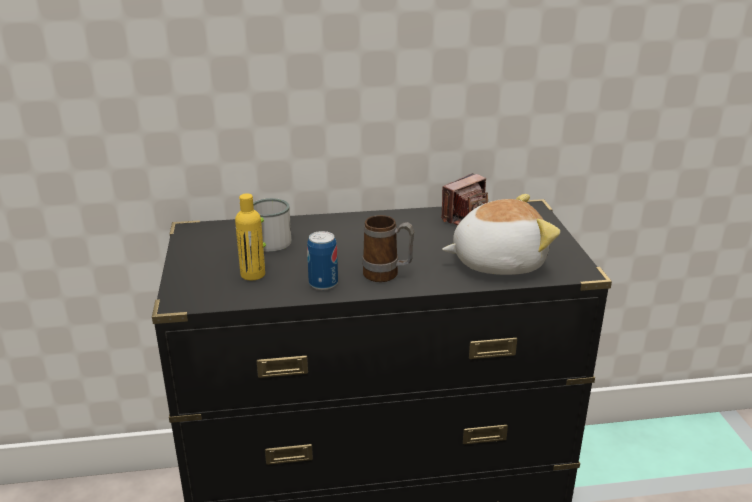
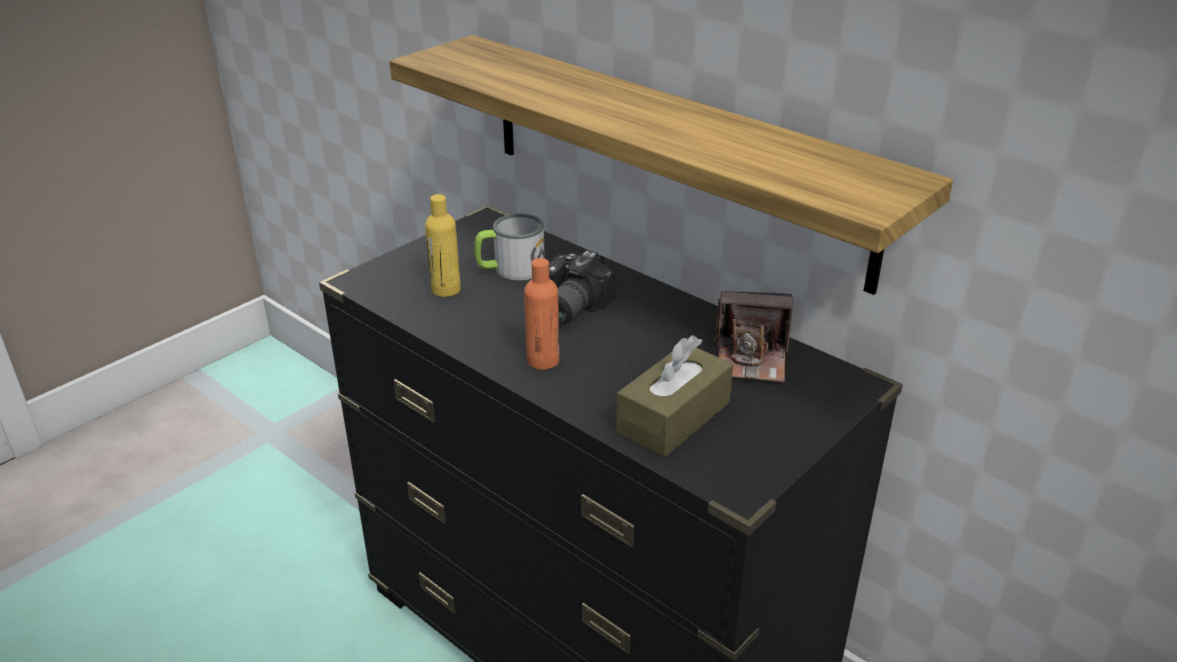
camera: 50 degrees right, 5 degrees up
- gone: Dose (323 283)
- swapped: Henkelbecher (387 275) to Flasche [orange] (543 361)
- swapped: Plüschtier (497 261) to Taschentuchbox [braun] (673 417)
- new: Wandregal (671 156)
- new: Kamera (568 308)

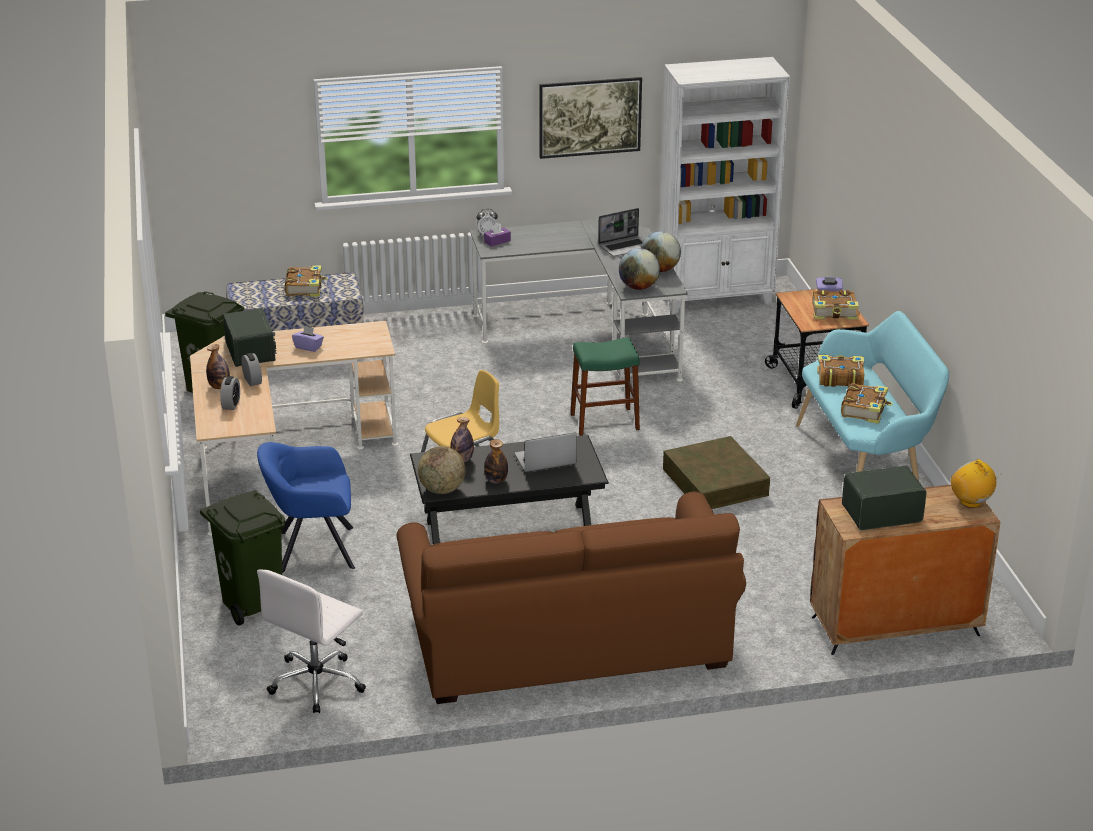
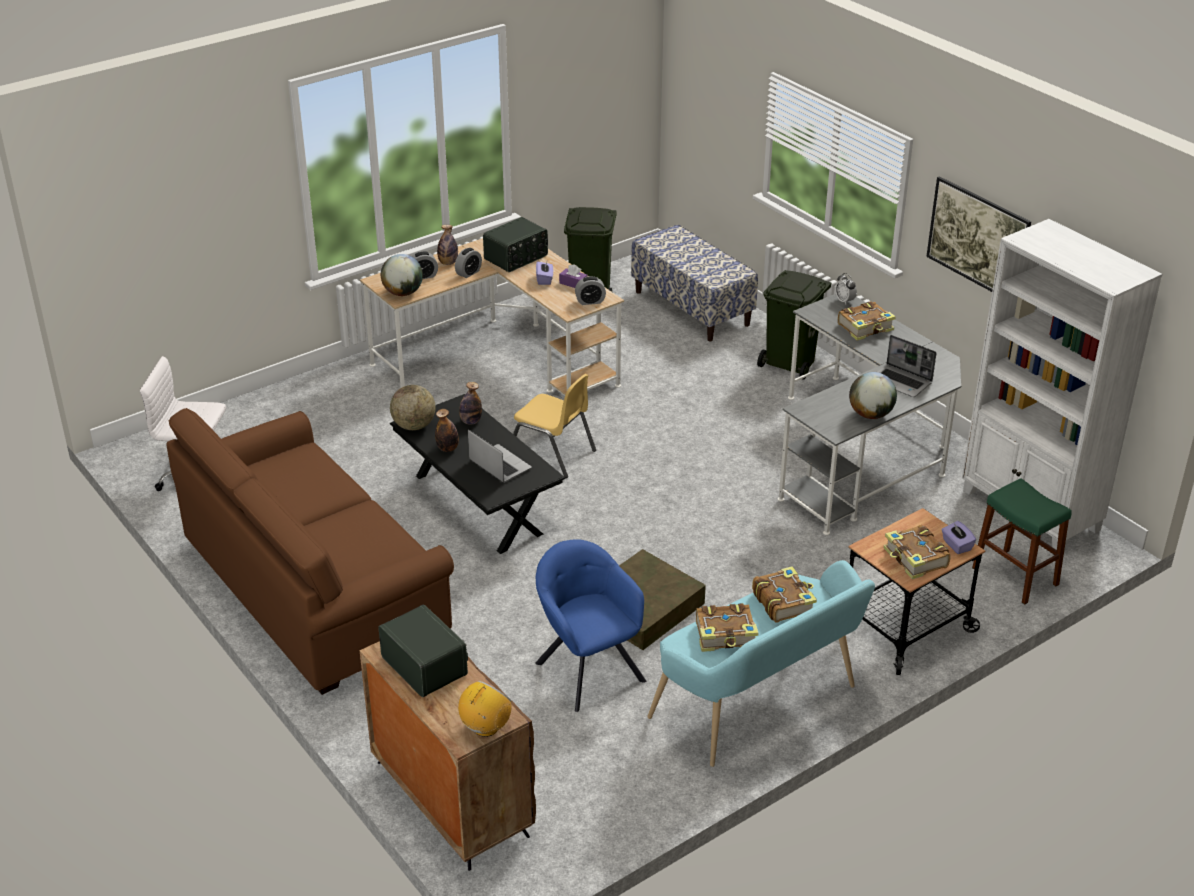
camera: 65 degrees right, 5 degrees up
- shifted: Mülleimer [grün] (253 602) to (791 363)
- shifted: Sessel [blau] (312 550) to (587 669)
- shifted: Buch (305 288) to (866 328)
- shifted: Taschentuchbox [lila] (497 241) to (573 283)
- shifted: Hocker [grün] (604 422) to (1015 576)
- shifted: Globus (638 287) to (403 293)
- new: Wecker (590 301)

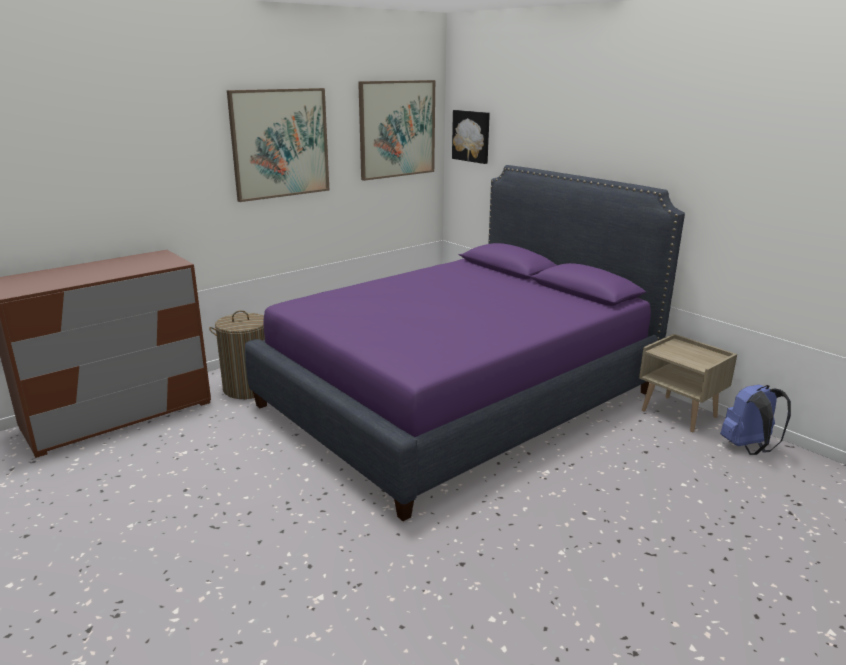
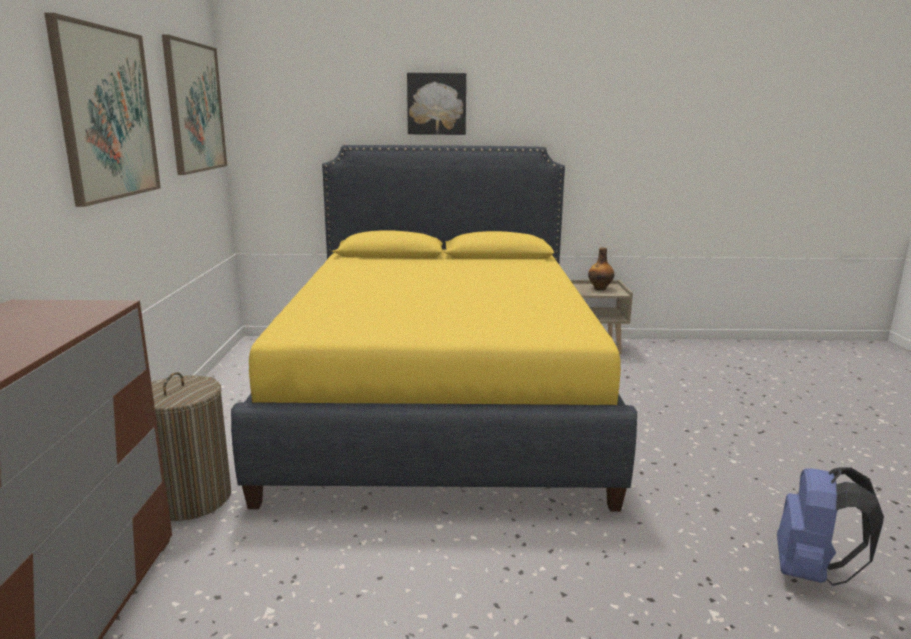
camera: 50 degrees left, 5 degrees down
- repainted: Bett [lila] (459 399) to Bett [gelb] (440 400)
- shifted: Bild (472 136) to (436 104)
- shifted: Rucksack [blau] (749 448) to (811 572)
- new: Flasche (600 288)

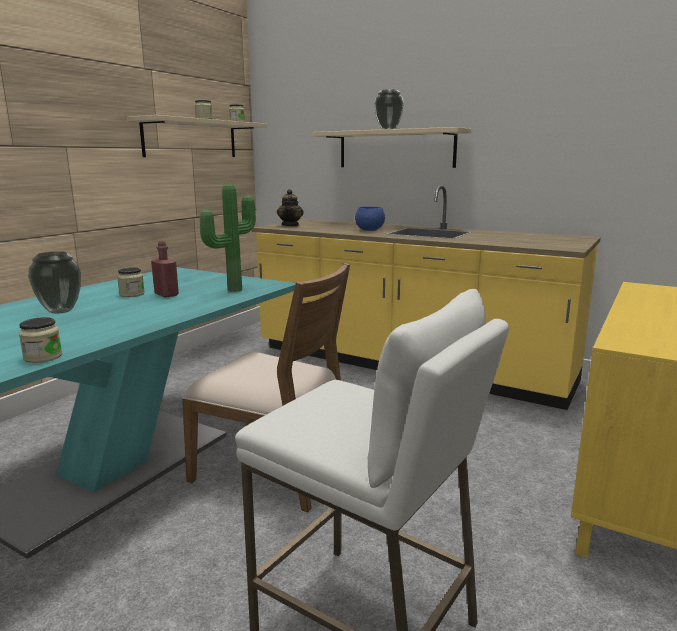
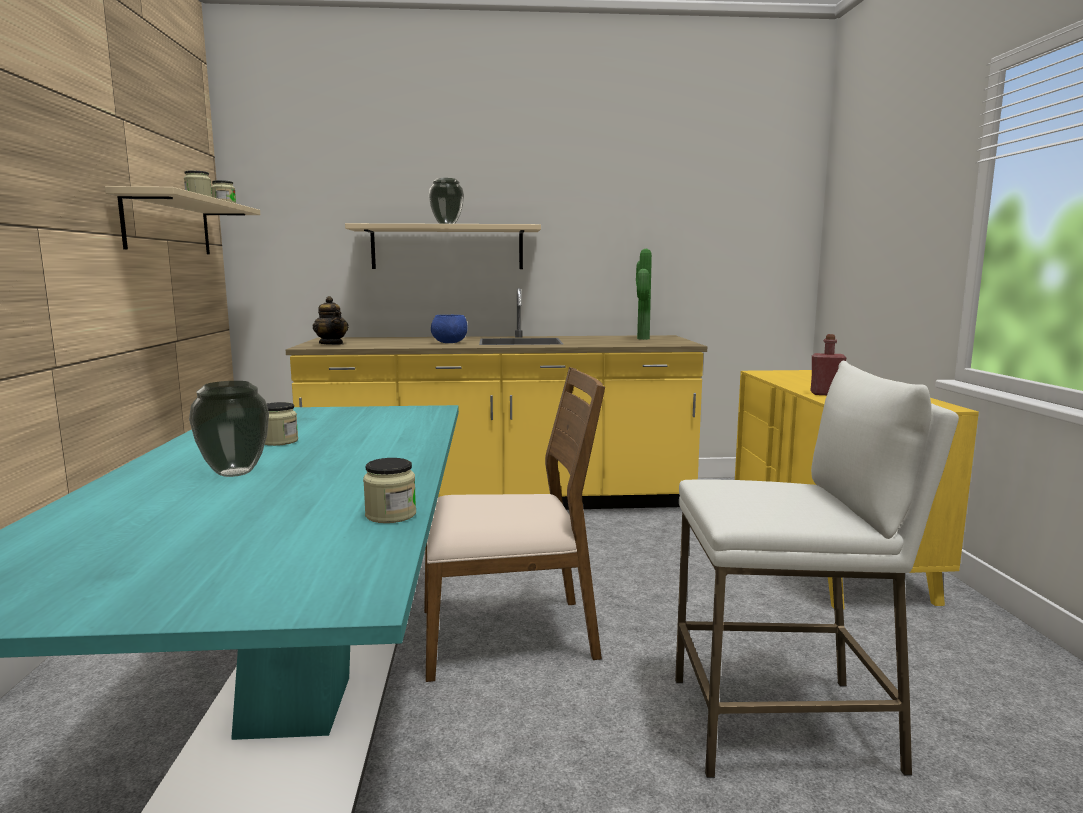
camera: 35 degrees left, 5 degrees down
- shifted: Flasche [rot] (166 294) to (825 394)
- shifted: Topfpflanze (232 289) to (640 339)

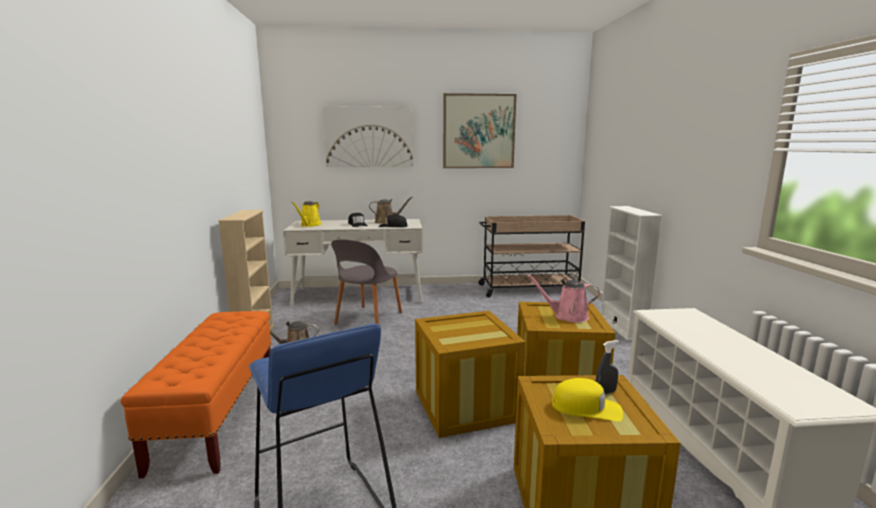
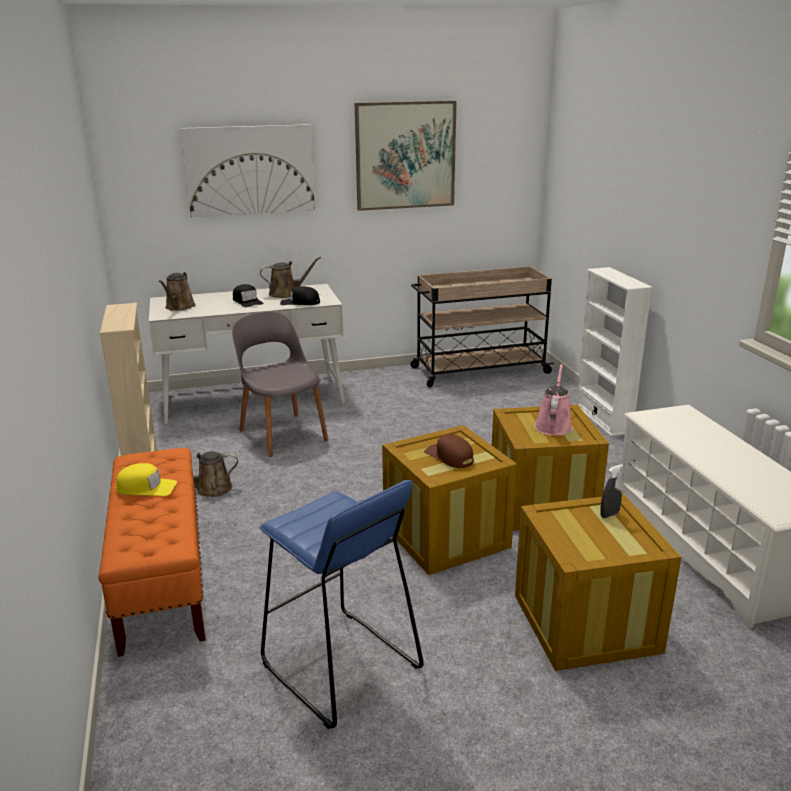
camera: 10 degrees left, 10 degrees up
- repainted: Gießkanne [gelb] (309 225) to Gießkanne [braun] (179 307)
- rotated: Stuhl [grau] (368 319) = (282 433) 135 degrees clockwise
- rotated: Gießkanne [rosa] (567 316) = (553 425) 105 degrees clockwise
- shifted: Kappe [gelb] (586 408) to (146 488)
- new: Kappe [braun] (449 457)

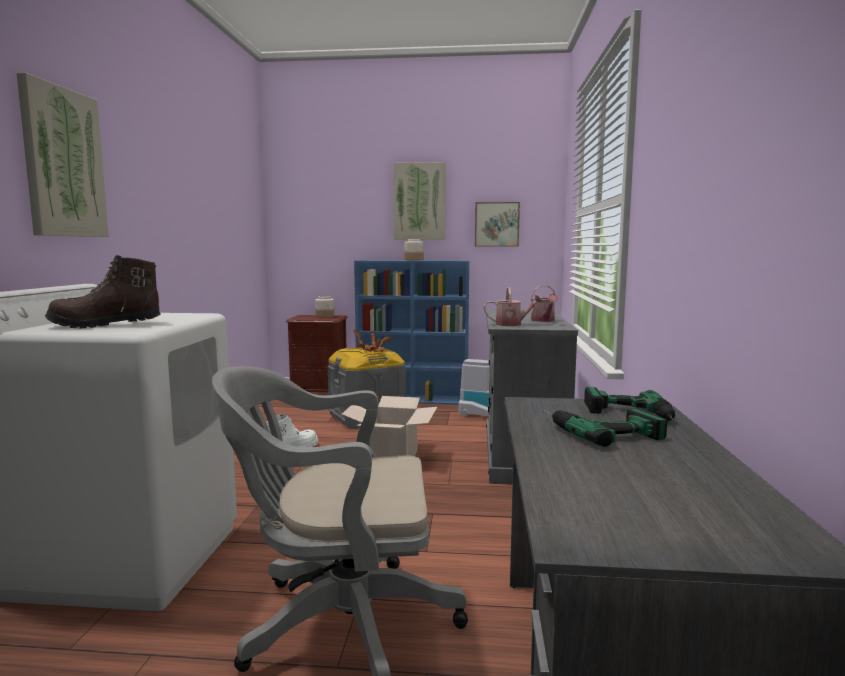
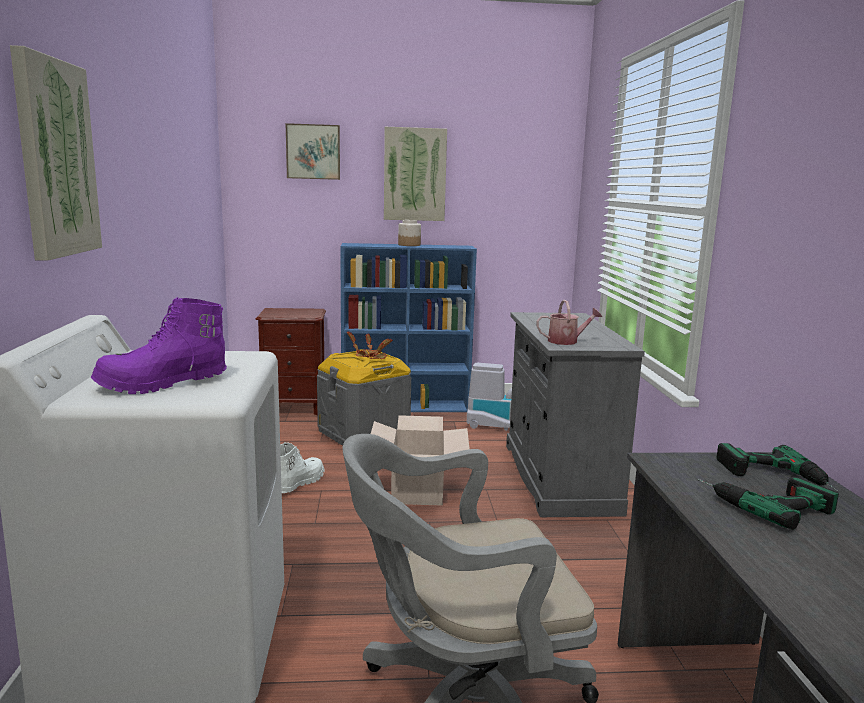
camera: 10 degrees left, 5 degrees up
- repainted: Stiefel [braun] (105 325) to Stiefel [lila] (163 384)
- gone: Vorratsglas (325 316)
- shifted: Bild (496 224) to (313 152)
- gone: Gießkanne (544 320)

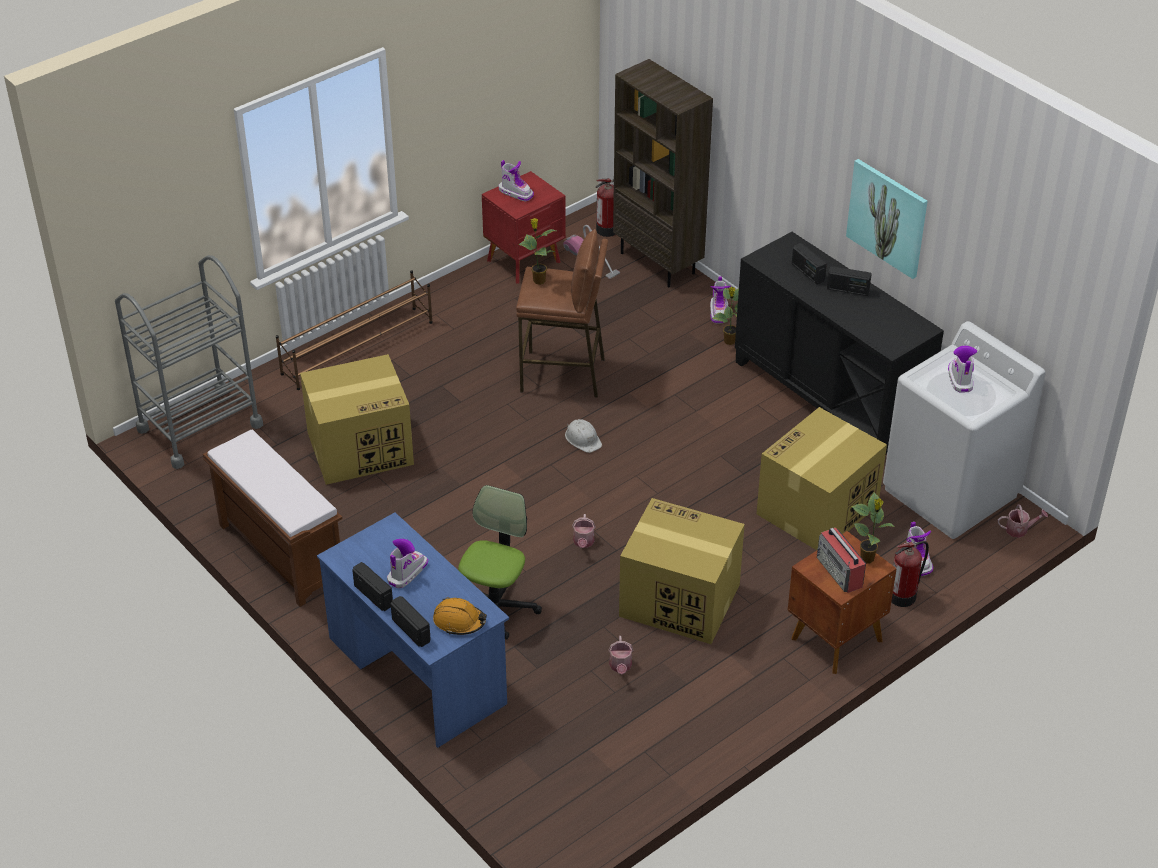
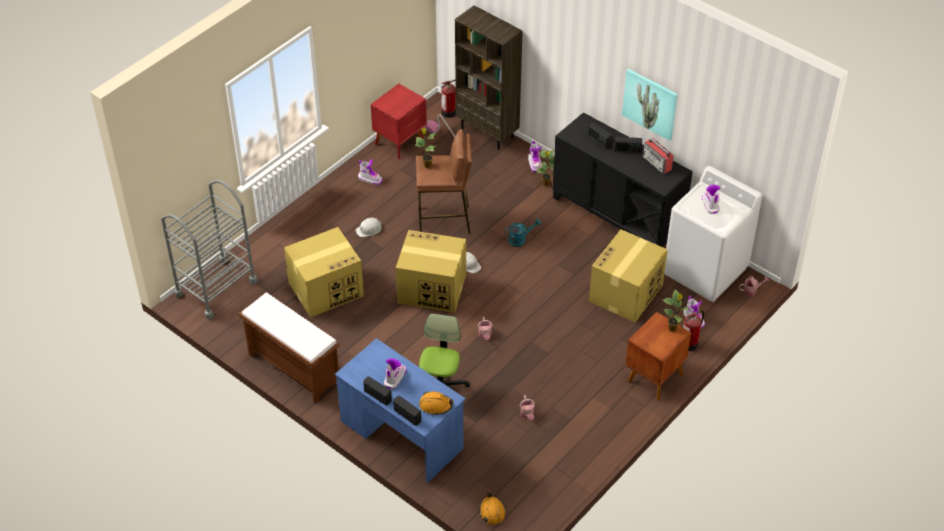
camera: 10 degrees left, 5 degrees up
- gone: Schuhregal [braun] (358 348)
- shifted: Stiefel (516 193) to (370 179)
- shifted: Karton (678 600) to (431 288)
- shifted: Radio (840 572) to (657 163)
- new: Schutzhelm [weiß] (369 229)
- new: Schutzhelm [orange] (492 512)
- new: Gießkanne [türkis] (520 239)

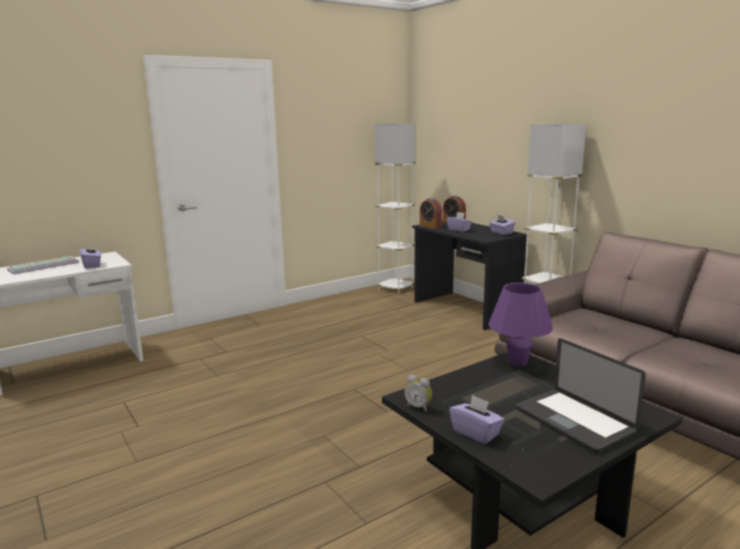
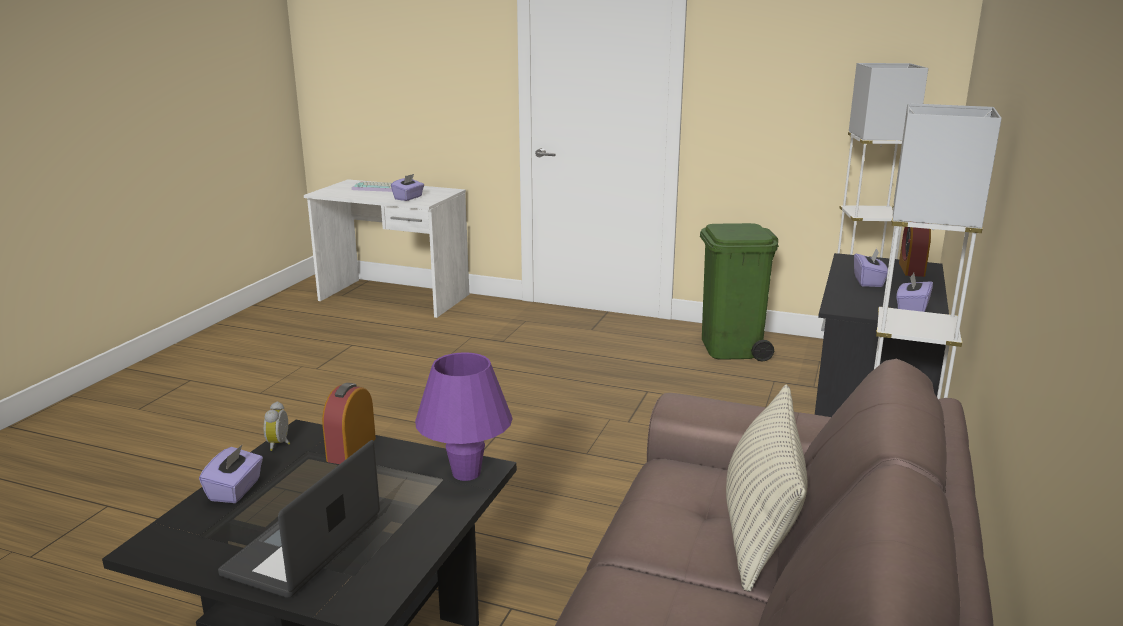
camera: 55 degrees right, 5 degrees up
- shifted: Wecker (430 226) to (351 449)
- new: Mülleimer [grün] (731 348)
- new: Kissen (760 527)

